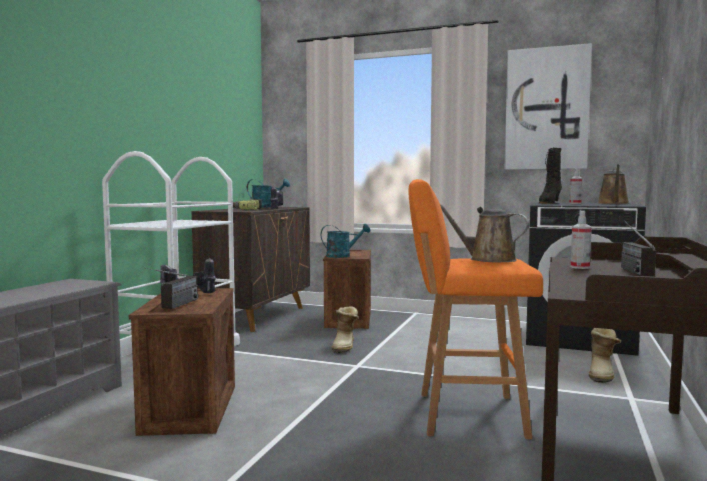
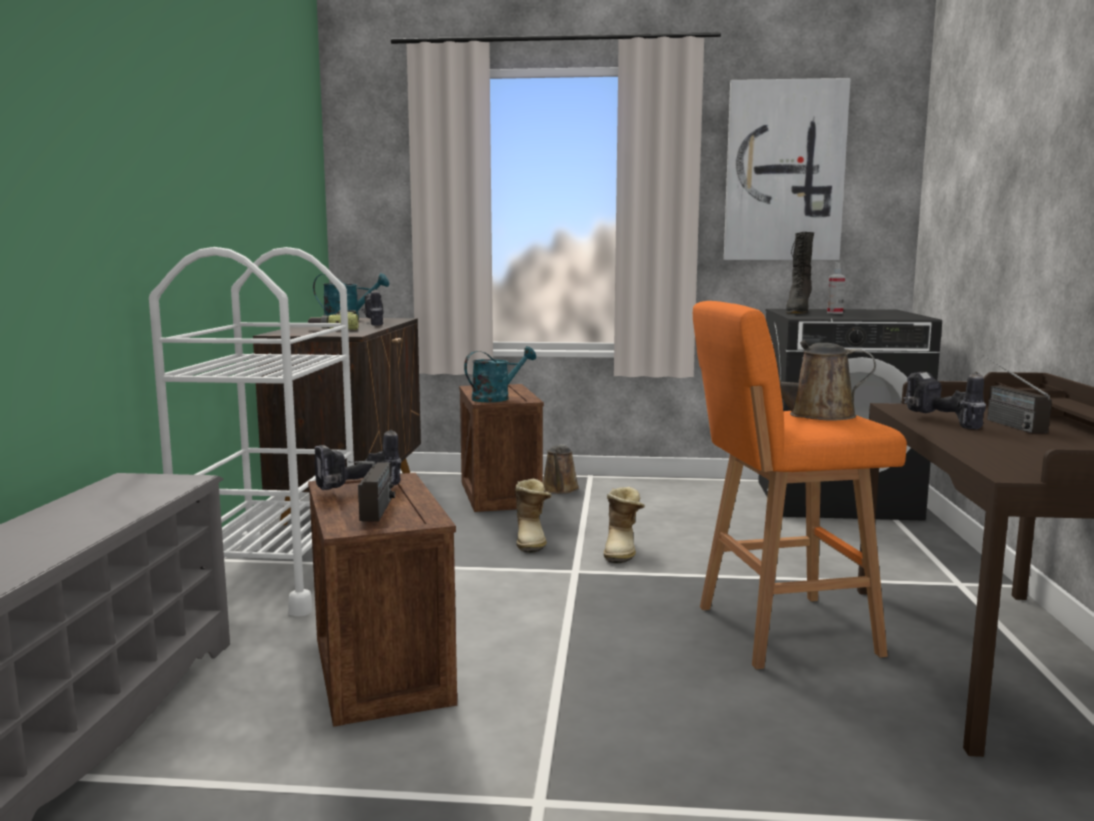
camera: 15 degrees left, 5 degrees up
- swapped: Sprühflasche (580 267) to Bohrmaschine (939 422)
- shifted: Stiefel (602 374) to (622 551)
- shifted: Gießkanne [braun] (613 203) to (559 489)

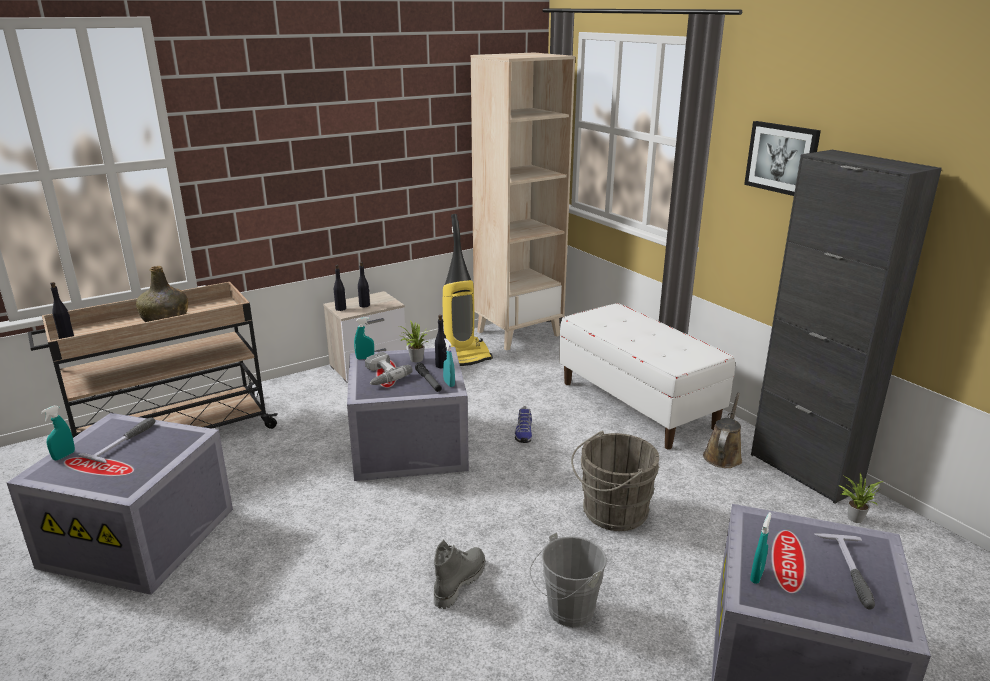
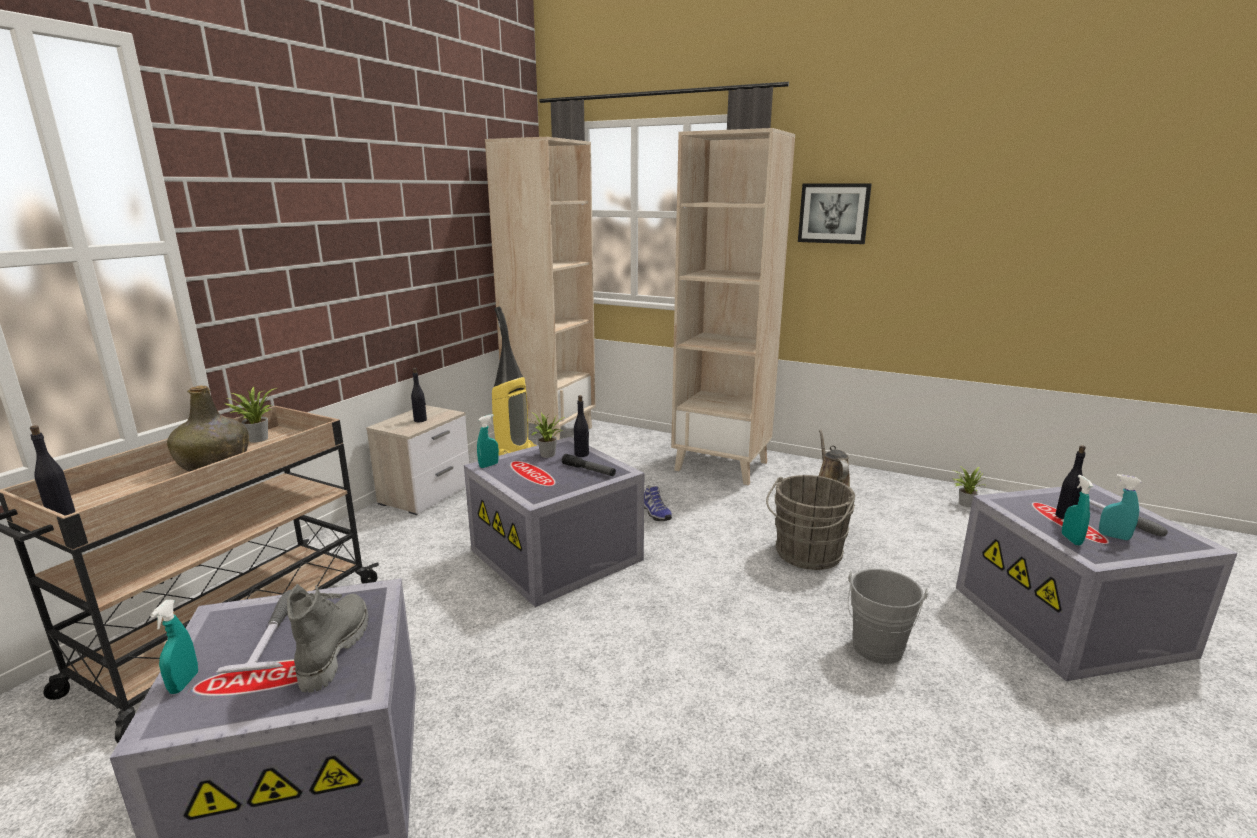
camera: 30 degrees left, 5 degrees down
- shifted: Flasche [schwarz] (341 309) to (1065 516)
- gone: Bohrmaschine (381 375)
- shifted: Stiefel [grau] (459 582) to (333 650)
- shifted: Sprühflasche [türkis] (449 383) to (1114 536)
- swapped: Bank [weiß] (637 405) to Bücherregal [beige] (722 466)
- gone: Schrank [schwarz] (804 471)
- new: Topfpflanze (257 439)

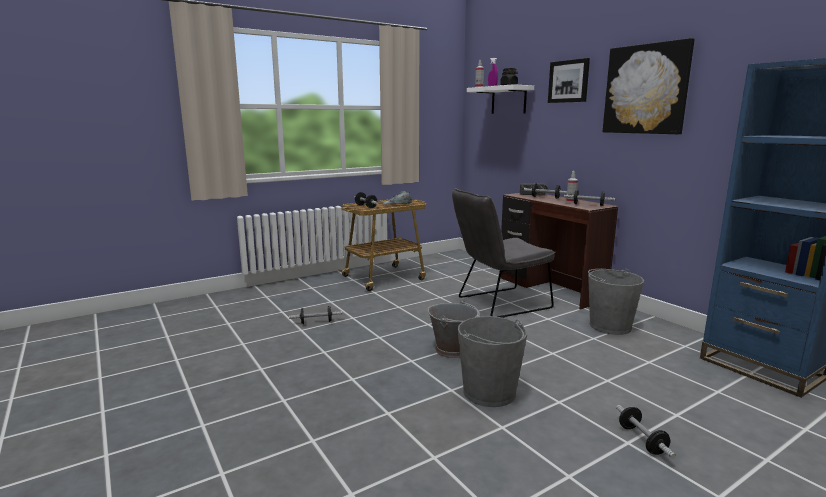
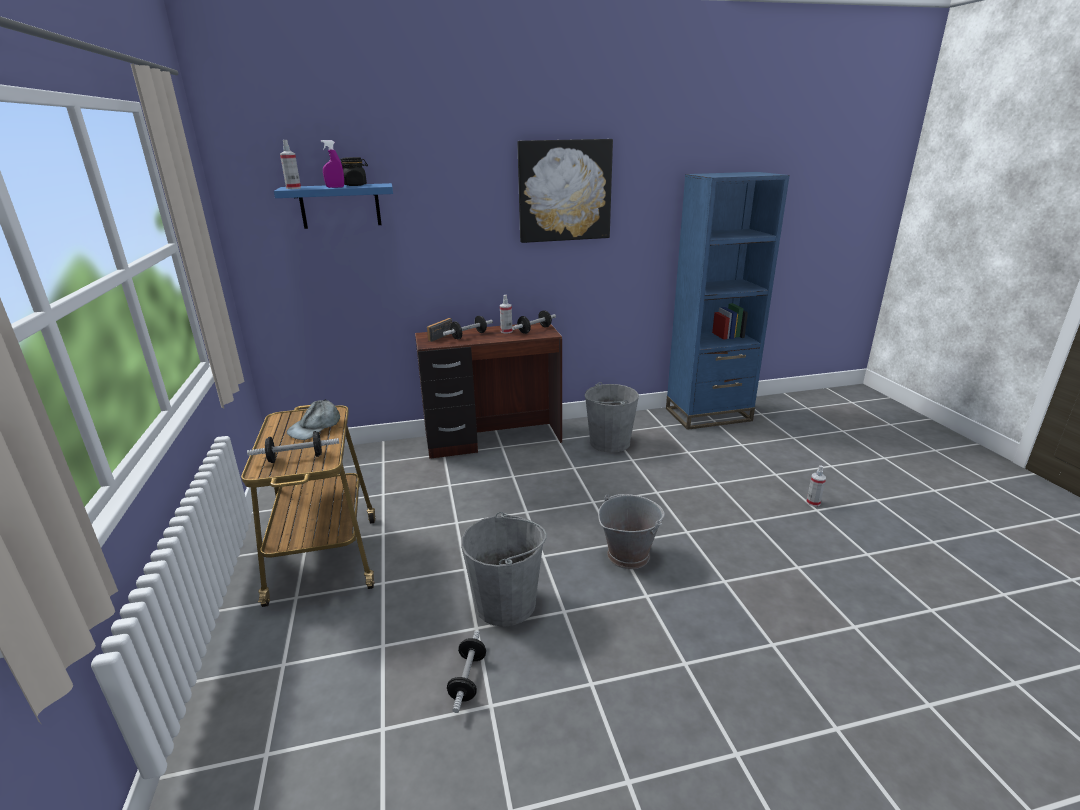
camera: 70 degrees left, 10 degrees up
- gone: Stuhl [grau] (498 303)
- shifted: Eimer [grau] (489 393) to (506 603)
- repainted: Wandregal [weiß] (508 100) to Wandregal [blau] (340 206)
- gone: Bild (568 81)
- swapped: Hantel (642 440) to Sprühflasche (813 502)

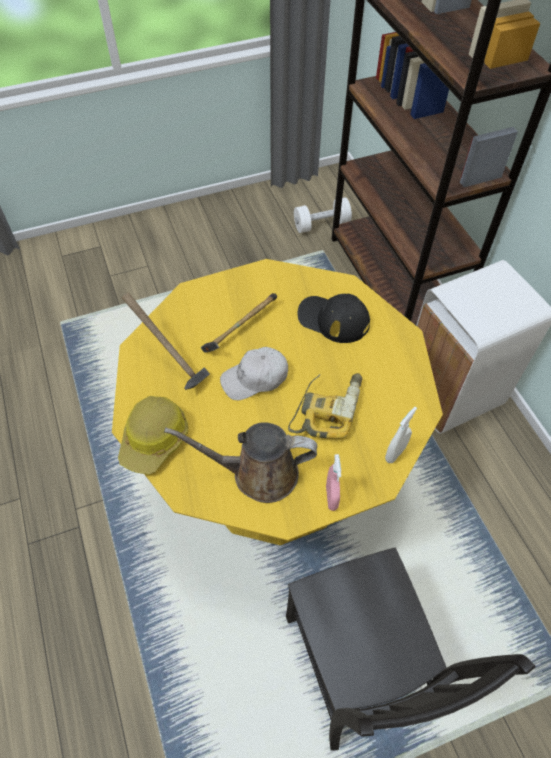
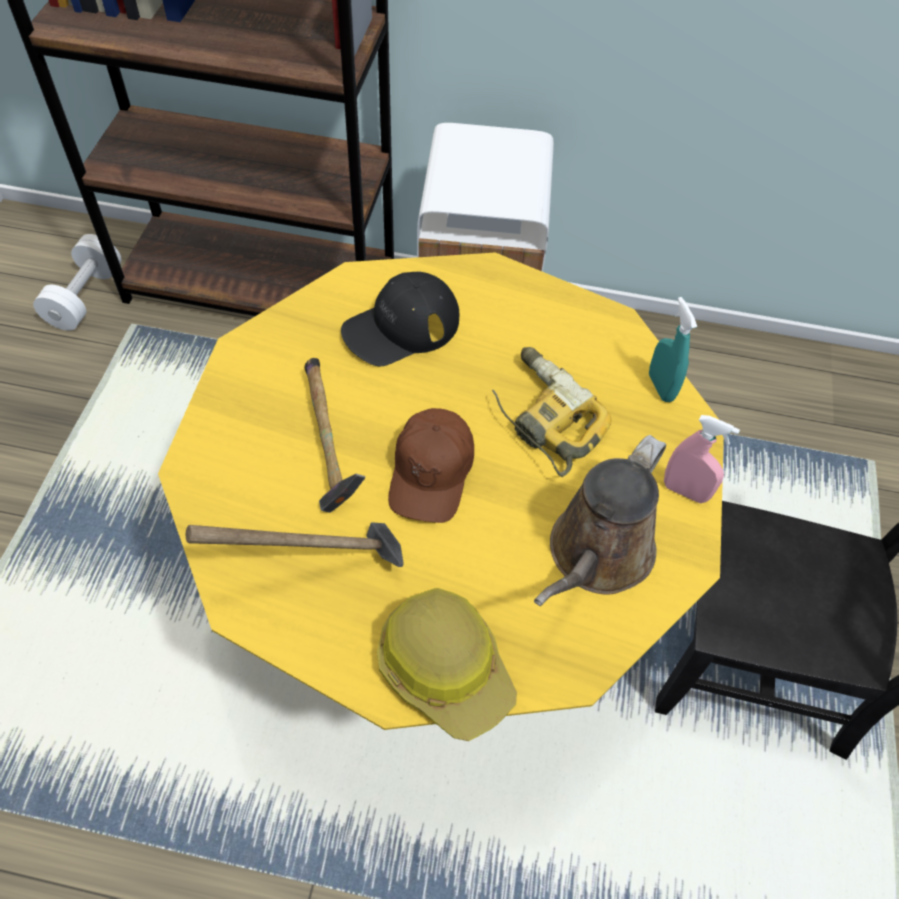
camera: 60 degrees left, 0 degrees up
- repainted: Kappe [weiß] (255 378) to Kappe [braun] (431 473)
- repainted: Sprühflasche [weiß] (395 453) to Sprühflasche [türkis] (660 387)

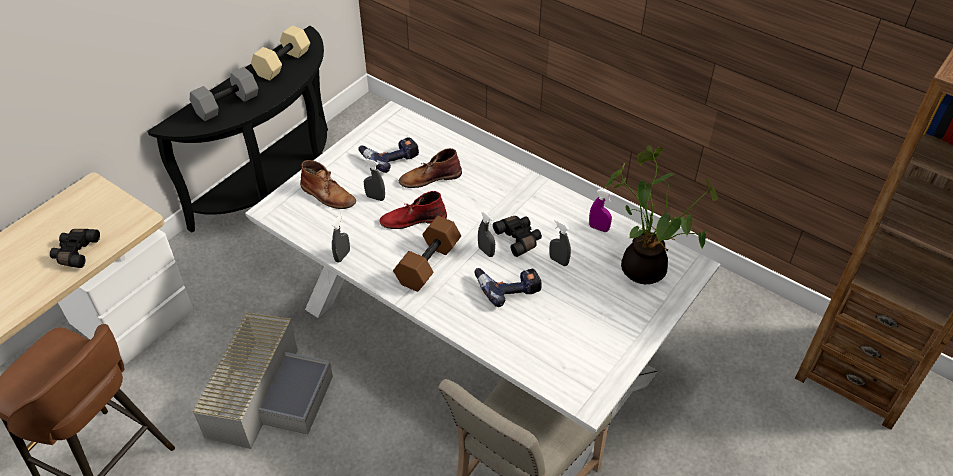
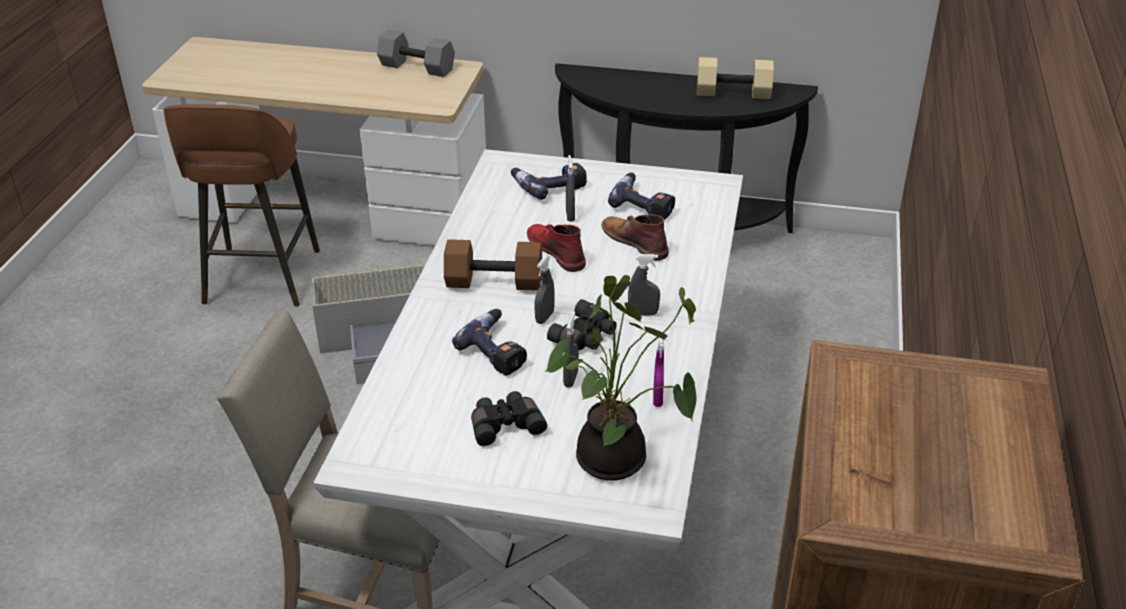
camera: 65 degrees right, 10 degrees down
- shifted: Fernglas [schwarz] (75 252) to (505 425)
- shifted: Hantel [grau] (227 105) to (416 68)
- swapped: Stiefel [braun] (328 195) to Bohrmaschine (549 186)
- shifted: Sprühflasche [grau] (342 256) to (643 313)

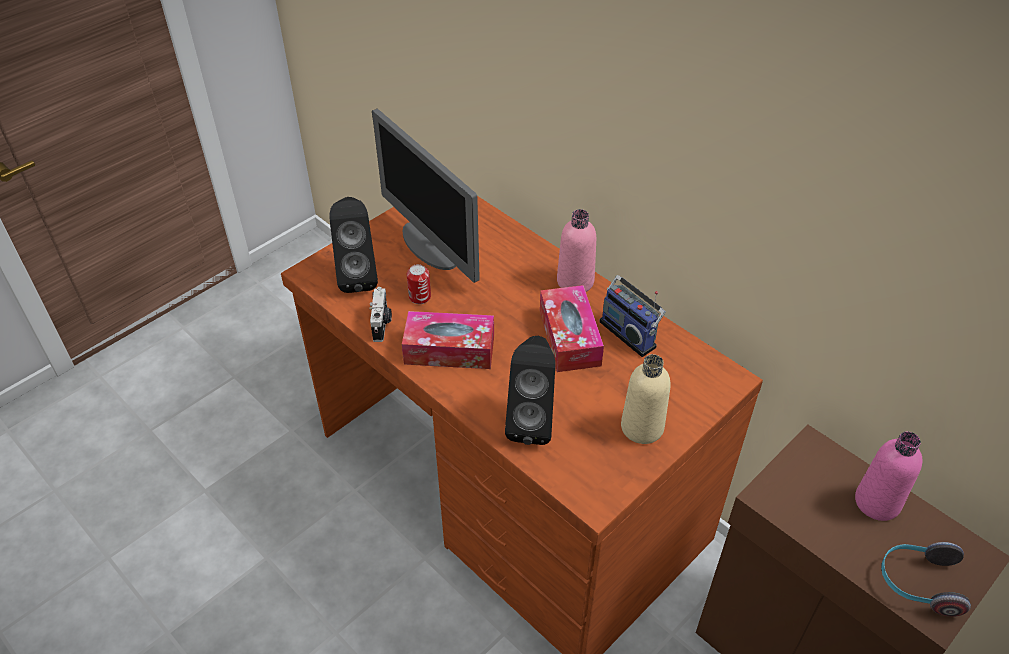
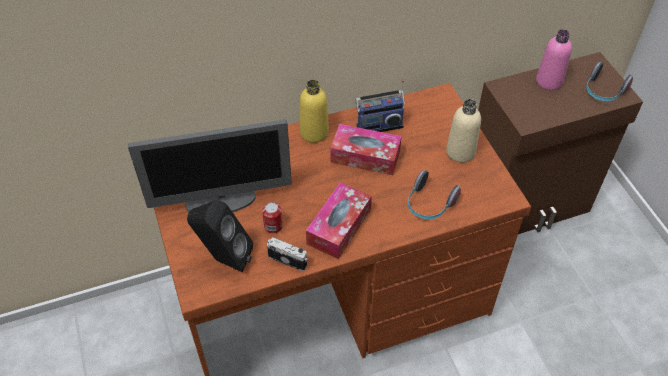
camera: 65 degrees left, 5 degrees up
- swapped: Lautsprecher [schwarz] (531 421) to Kopfhörer (429 205)
- repainted: Flasche [rosa] (575 281) to Flasche [gelb] (314 132)

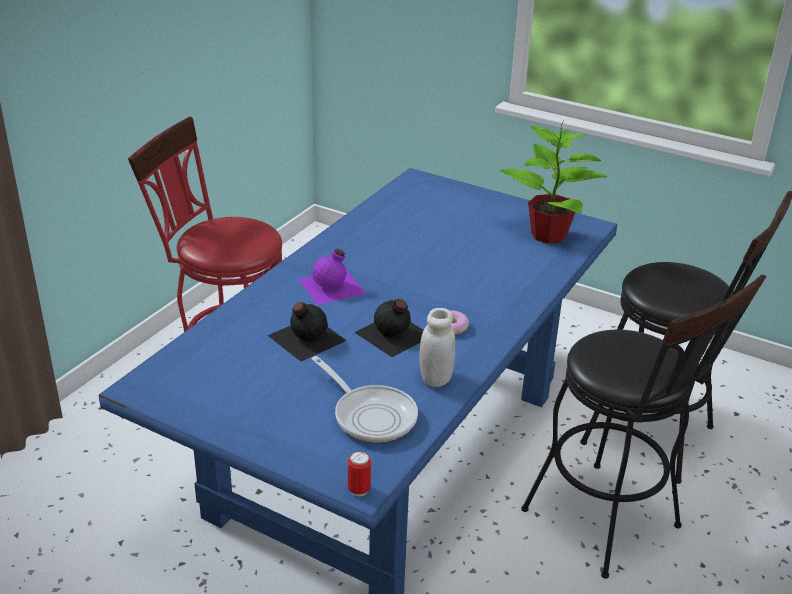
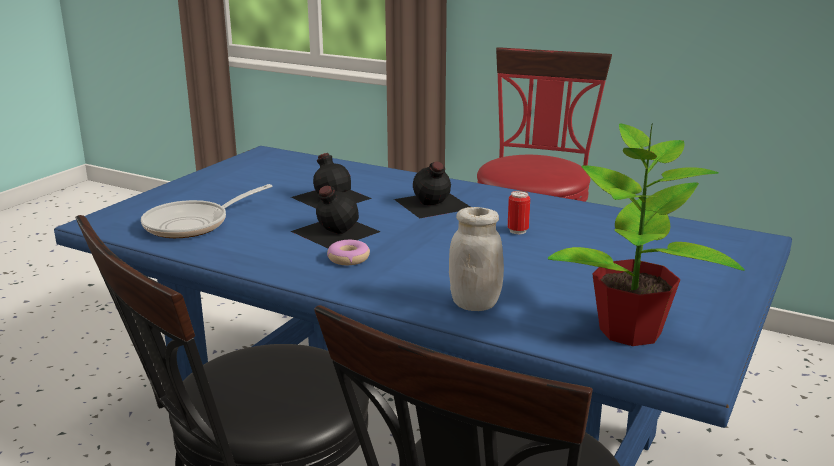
camera: 90 degrees right, 10 degrees down
- repainted: Flasche [lila] (333 286) to Flasche [schwarz] (432 204)
- shifted: Dose (359 490) to (518 231)
- shifted: Vorratsglas [weiß] (435 378) to (475 304)

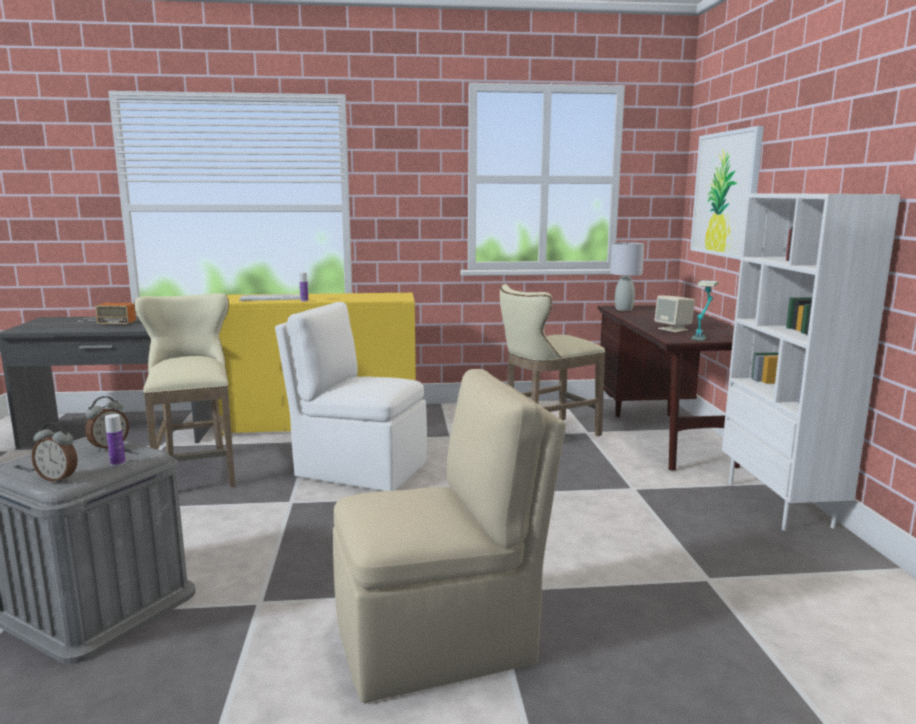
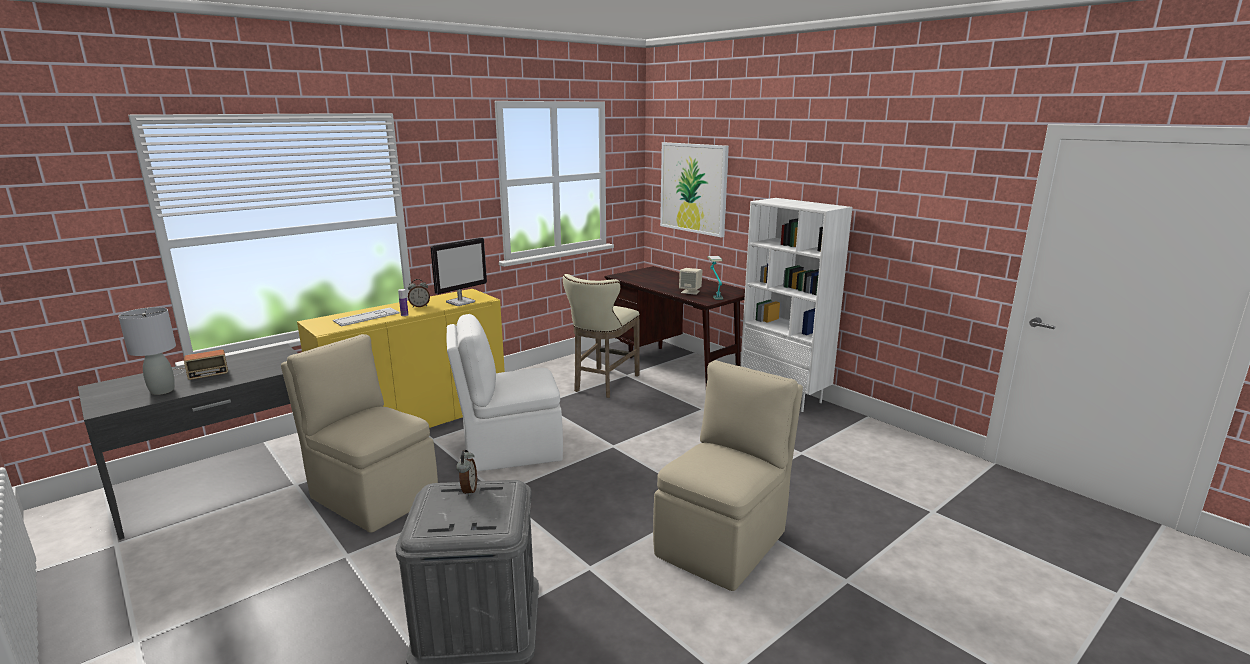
camera: 35 degrees left, 5 degrees up
- shifted: Wecker (58 478) to (419 306)
- gone: Flasche (118 463)
- swapped: Hocker [beige] (196 470) to Stuhl [beige] (372 495)
- shifted: Tischlampe [grau] (624 309) to (162 391)
- new: Monitor (461 302)

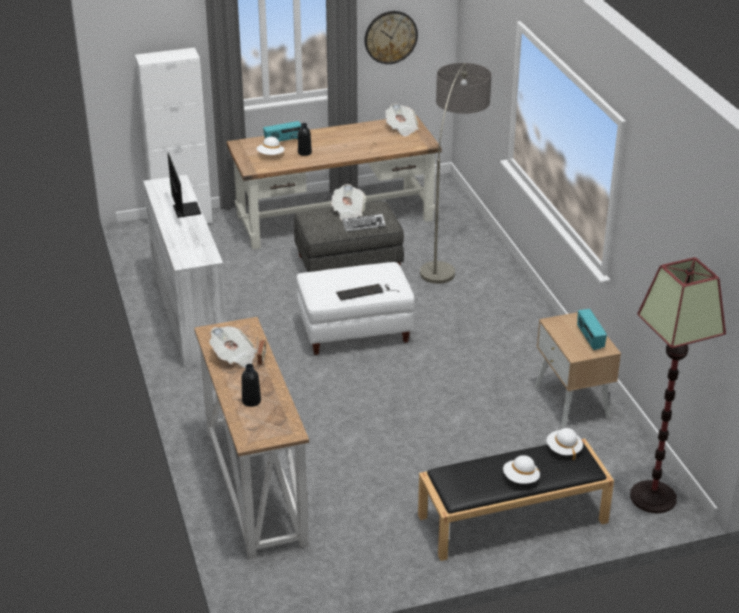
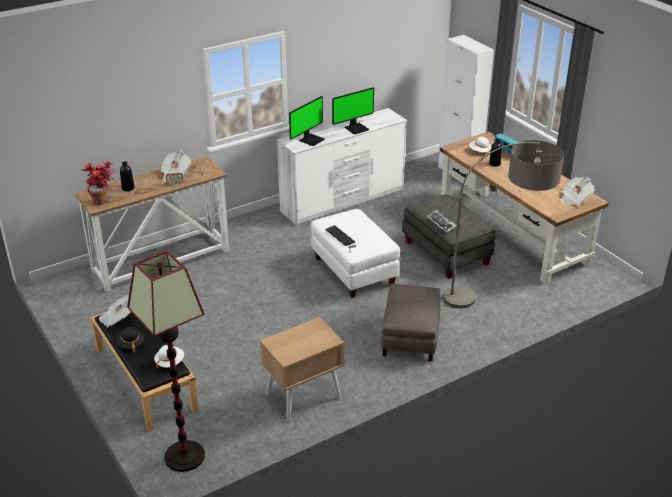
camera: 75 degrees right, 0 degrees up
- shifted: Zeitung (348 212) to (117 319)
- gone: Wanduhr (390 37)
- repainted: Hut [weiß] (520 478) to Hut [schwarz] (130 344)
- gone: Radio (589 339)
- new: Topfpflanze (104 200)
- new: Monitor (311 140)
- new: Polsterhocker [grau] (410 337)

